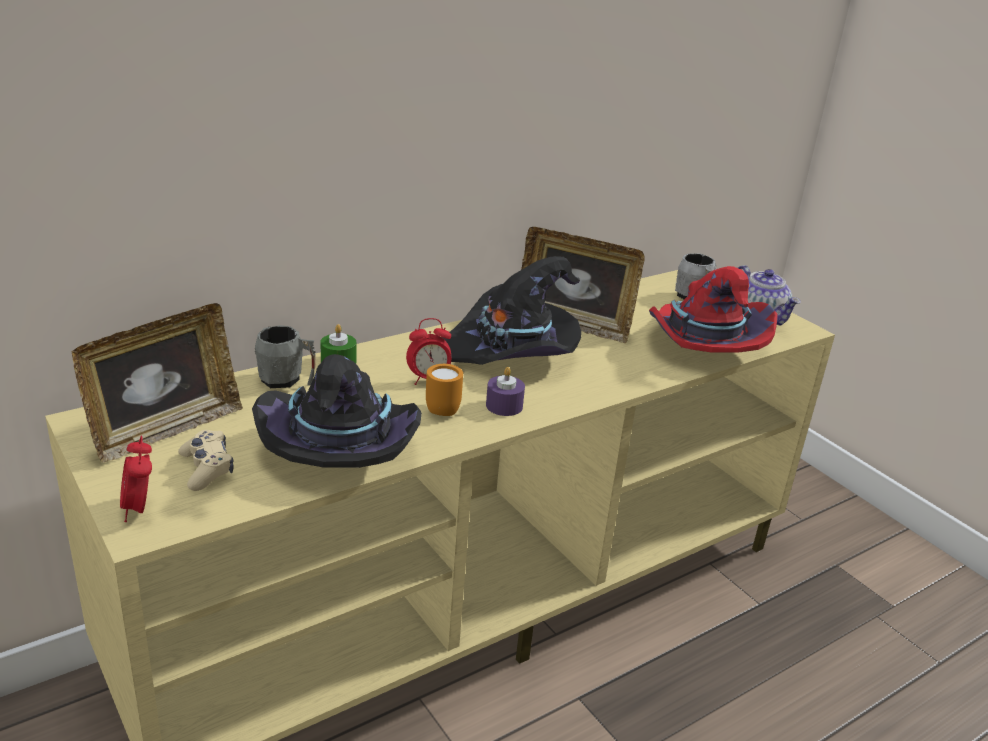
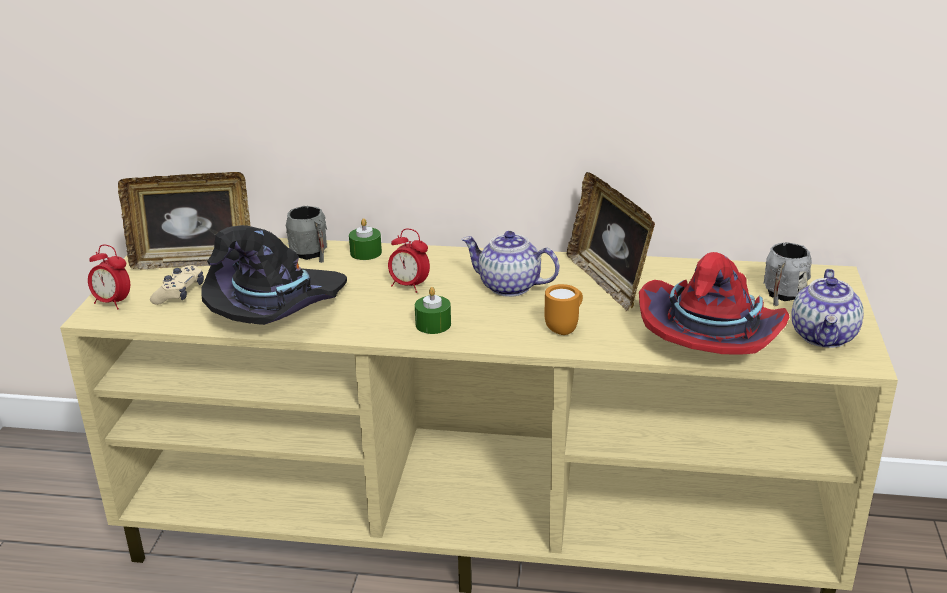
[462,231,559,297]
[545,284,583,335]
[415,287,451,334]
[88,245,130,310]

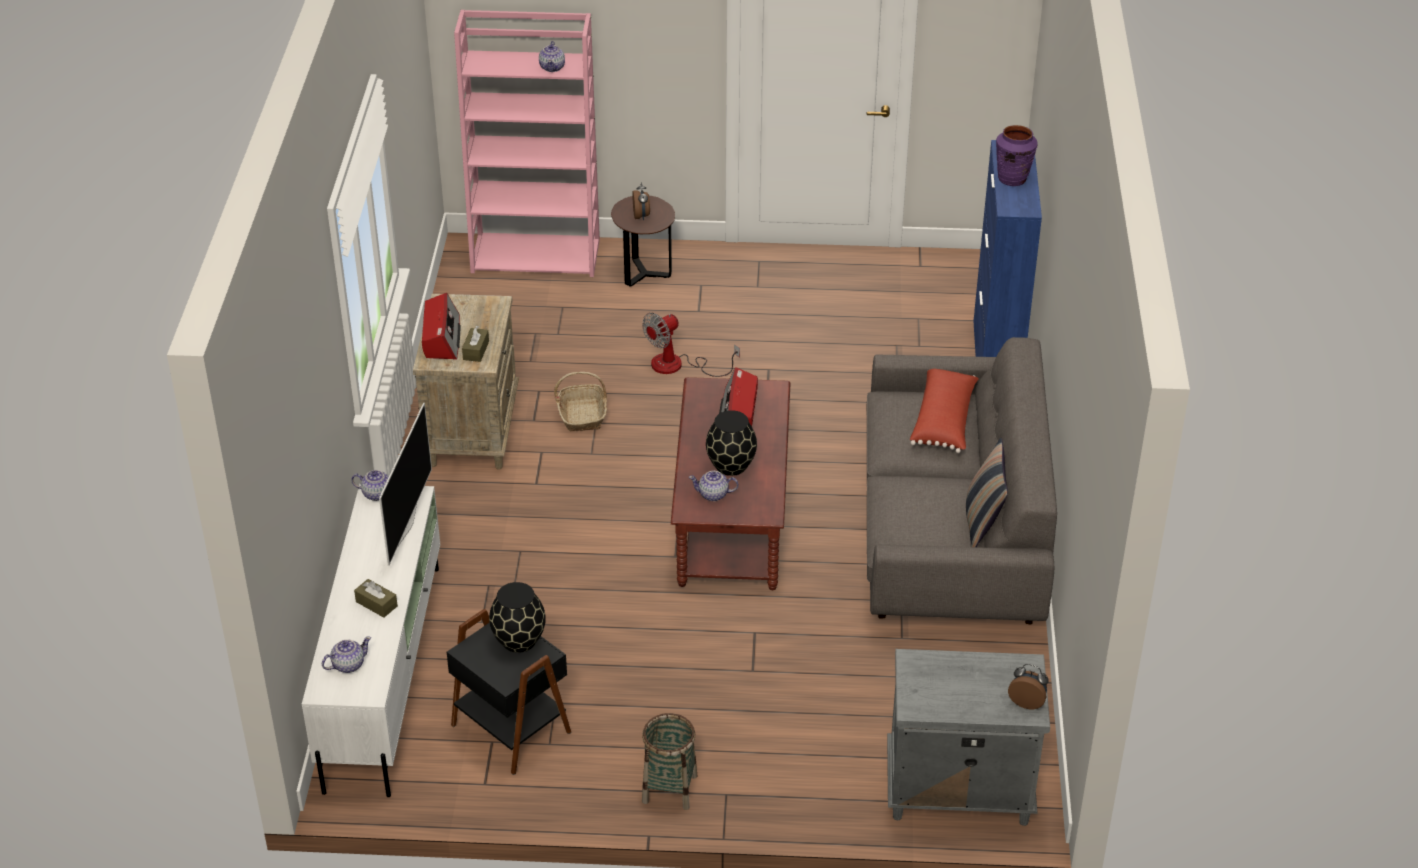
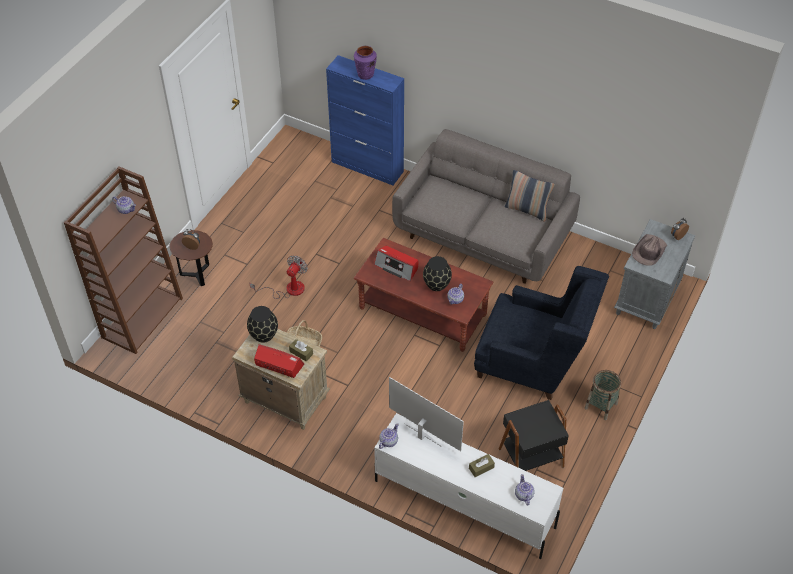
[64,166,183,354]
[250,255,308,299]
[910,369,979,453] (first image)
[247,306,278,343]
[632,234,668,266]
[474,266,609,400]

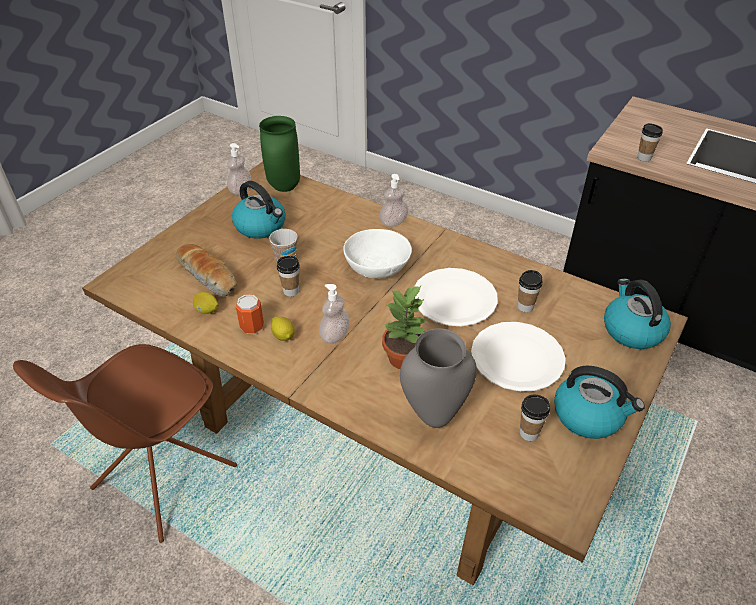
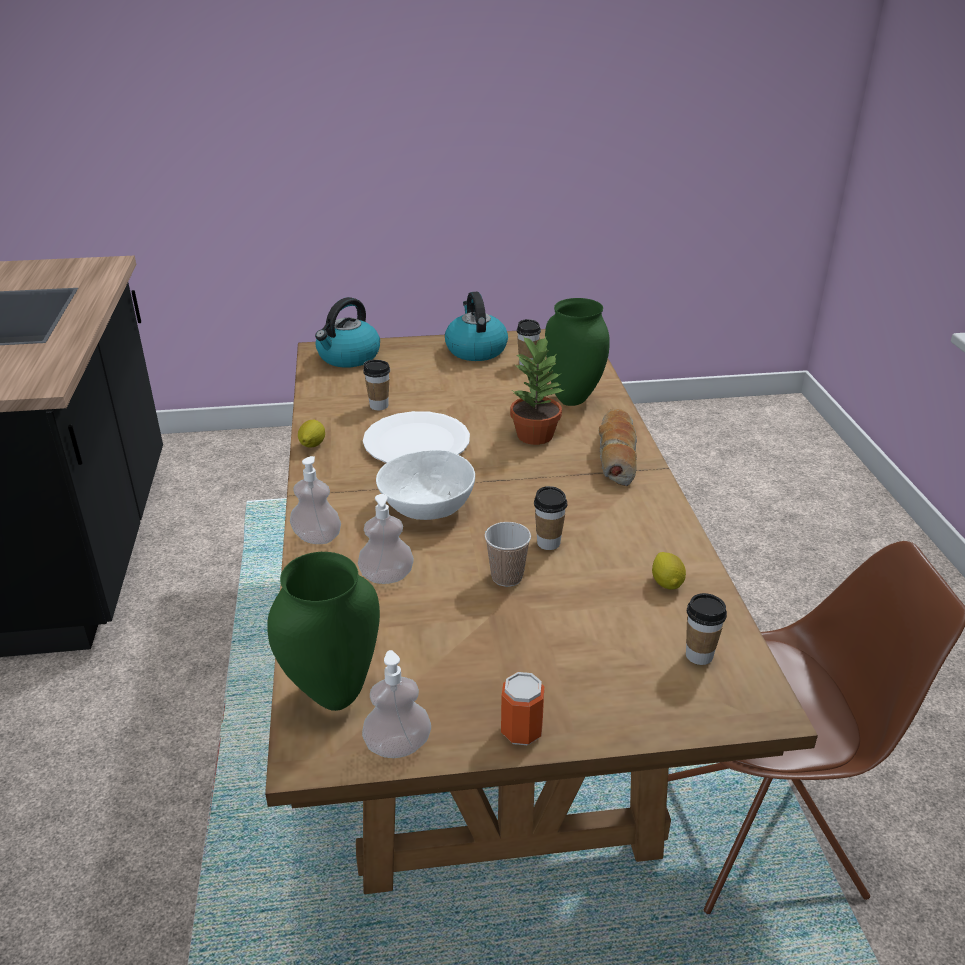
[686,593,727,665]
[232,181,286,239] (first image)
[599,409,637,486]
[358,494,414,584]
[501,672,544,745]
[298,420,325,447]
[471,322,566,392] (first image)
[545,298,610,406]

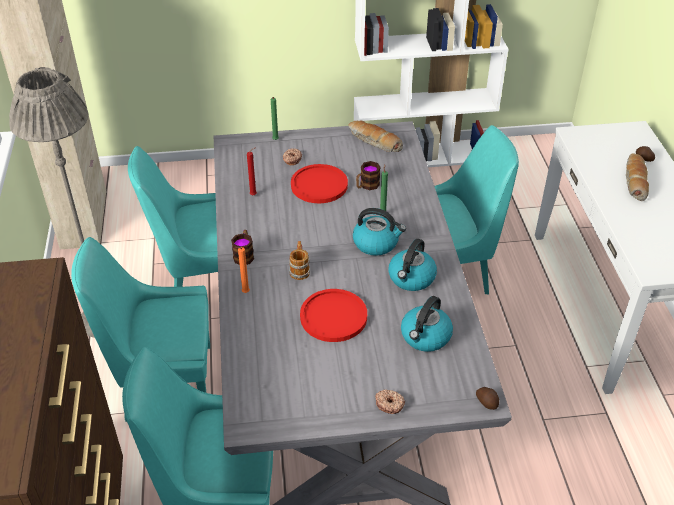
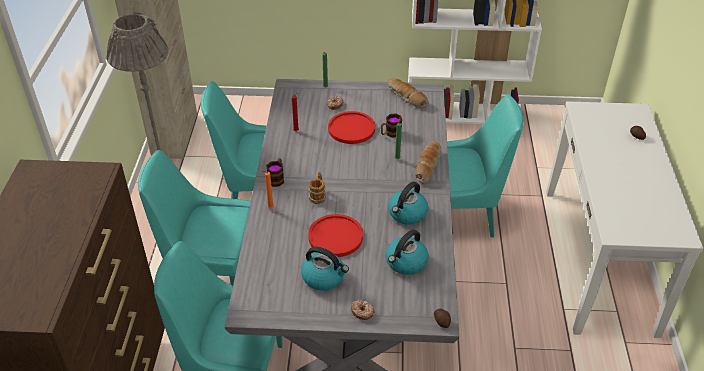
[415,141,441,185]
[301,247,349,291]

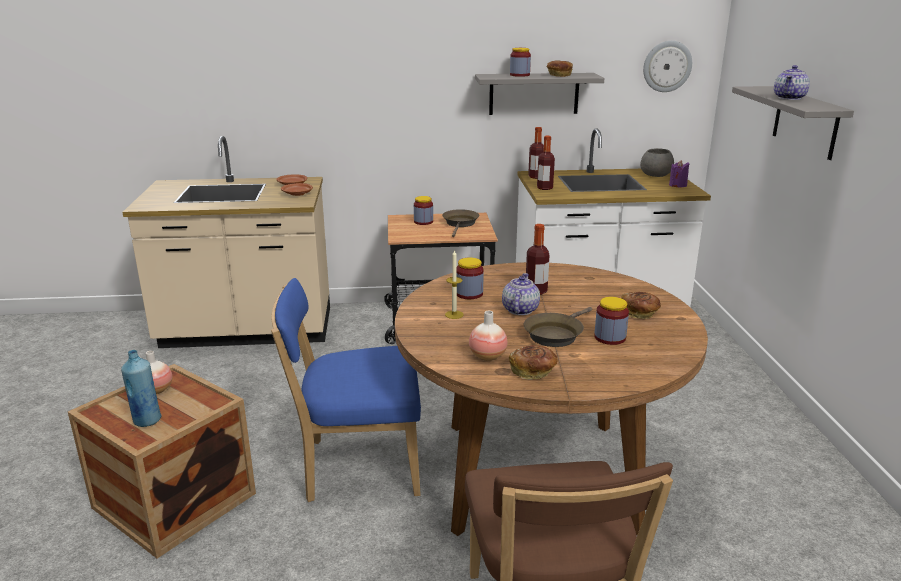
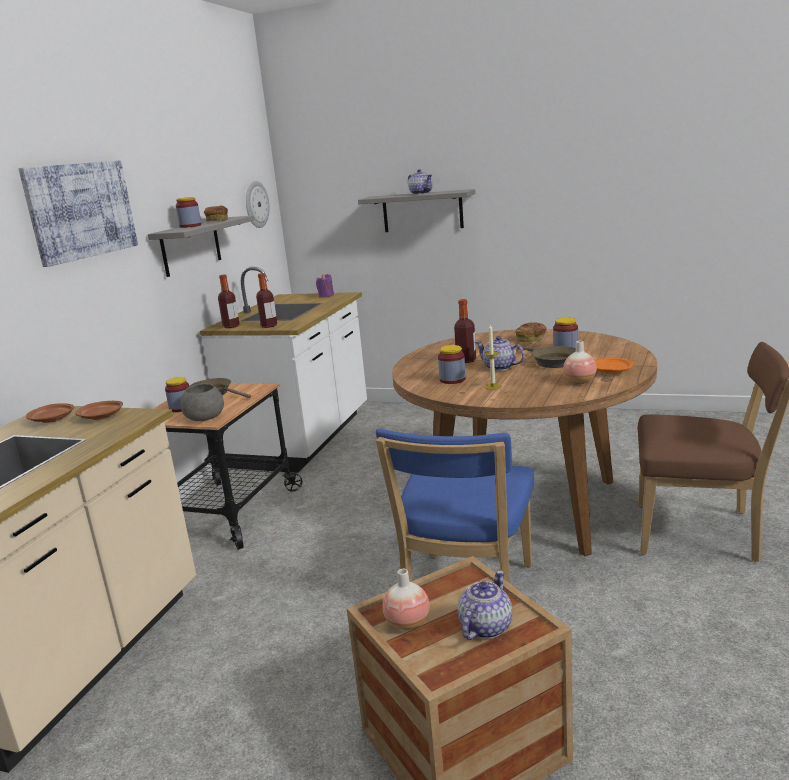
[181,384,224,421]
[595,357,633,374]
[458,571,512,640]
[18,160,138,267]

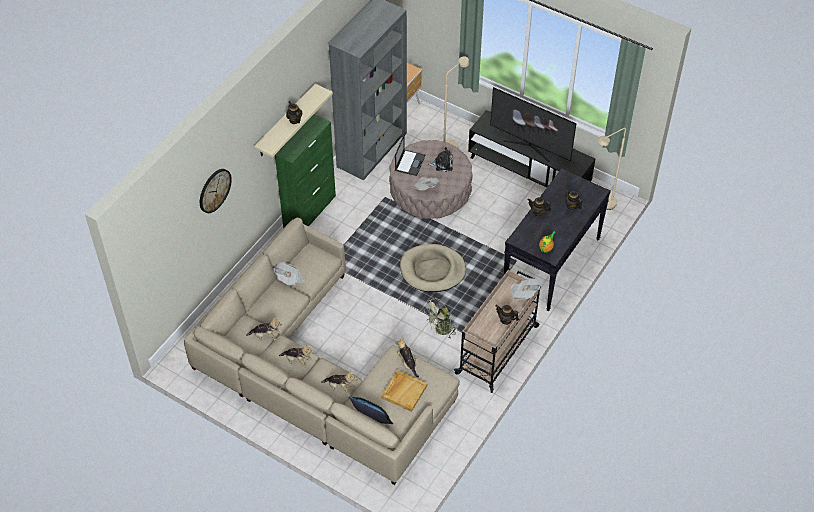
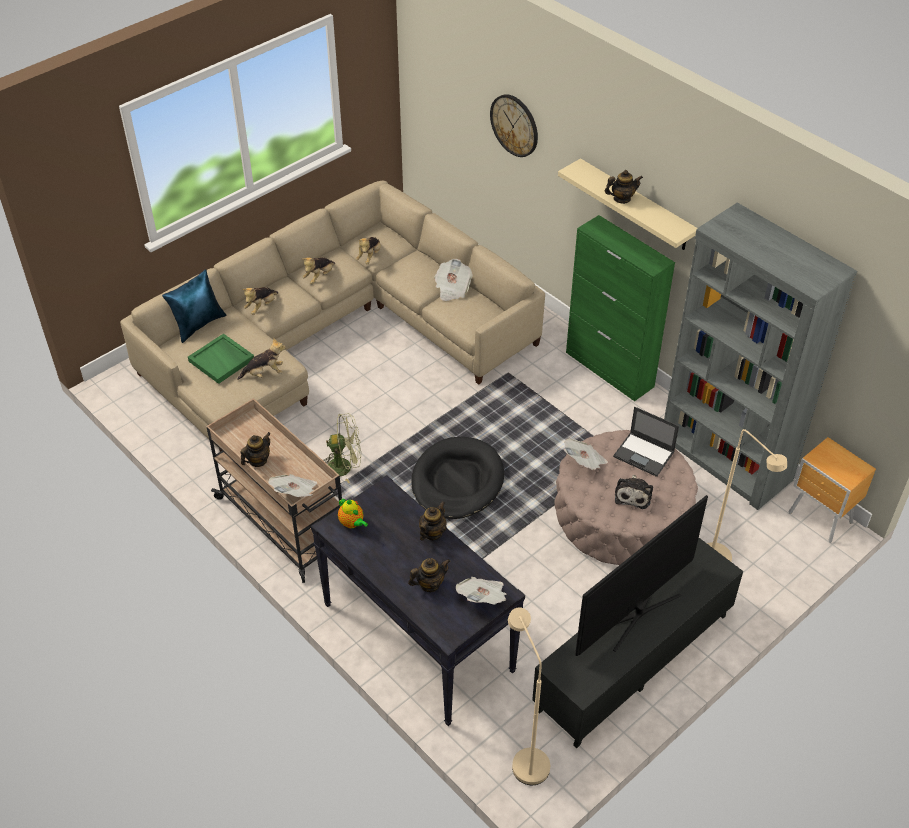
[411,437,504,519]
[323,413,361,483]
[188,333,254,384]
[455,577,506,604]

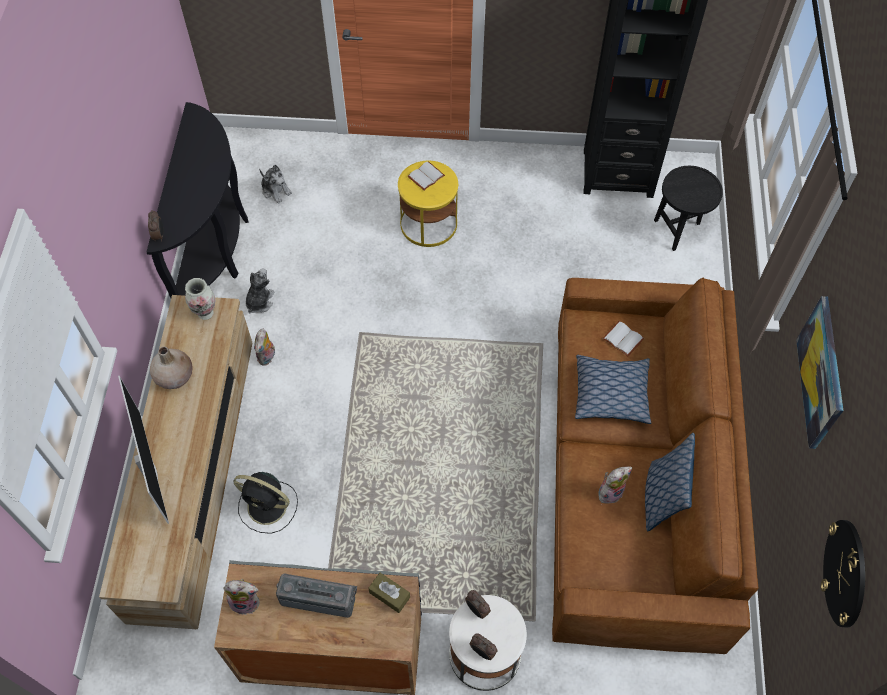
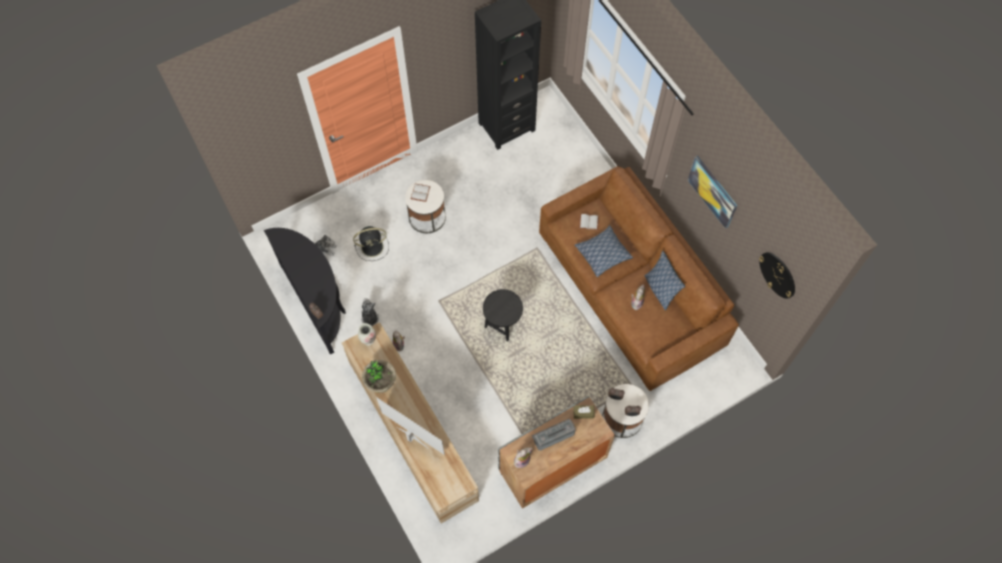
[405,180,446,233]
[483,289,523,341]
[362,360,396,393]
[353,226,389,261]

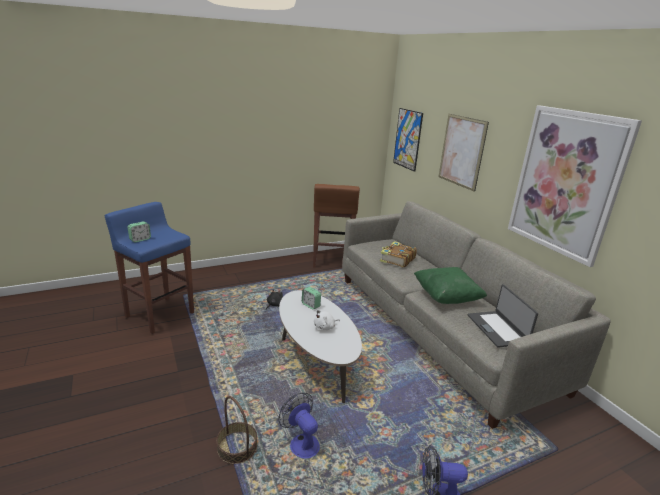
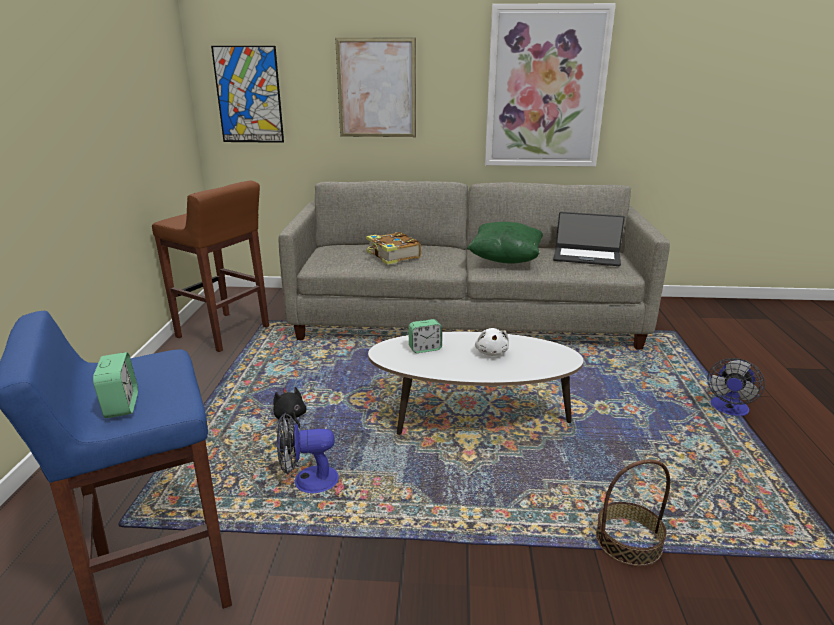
[277,413,339,493]

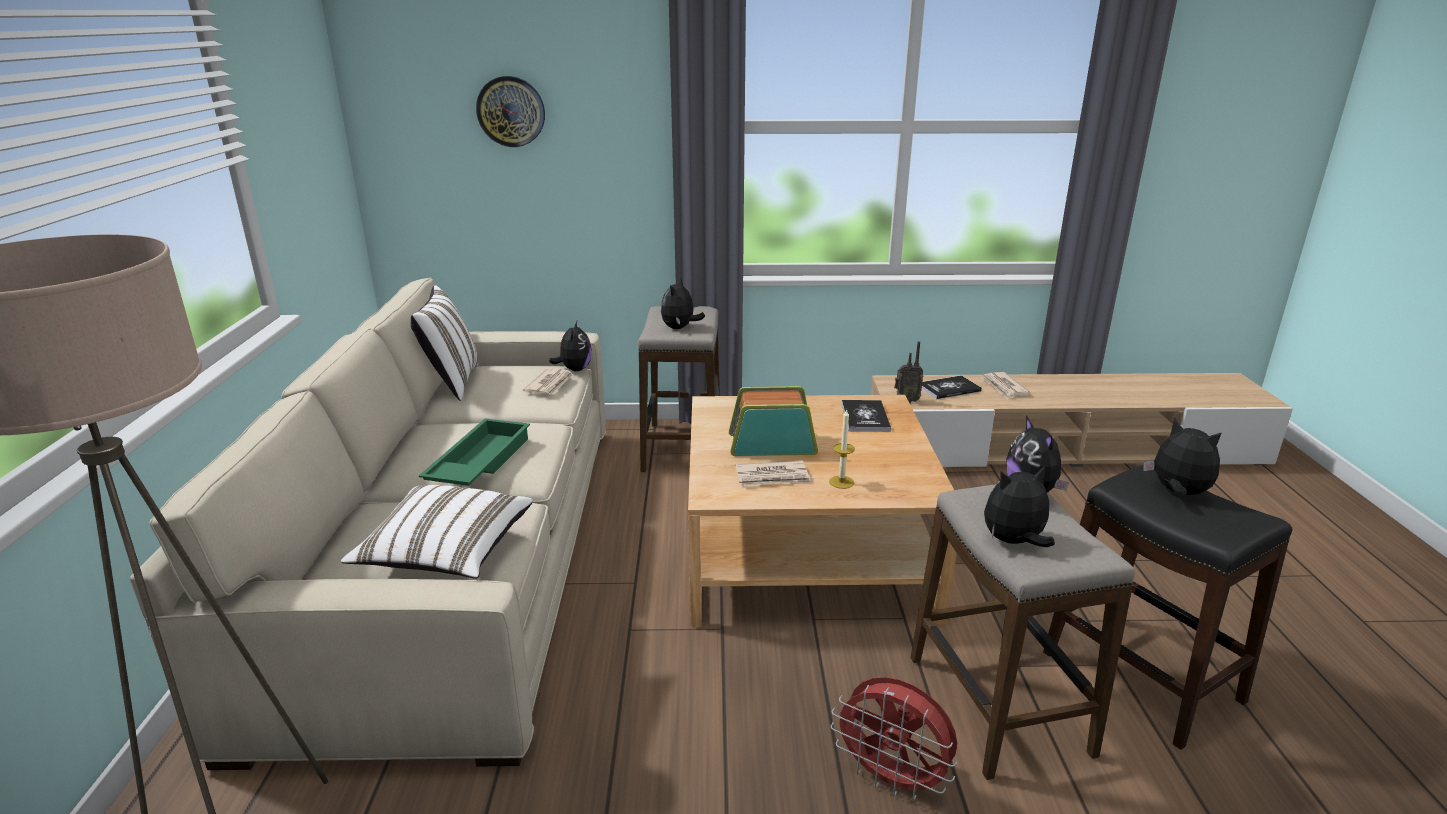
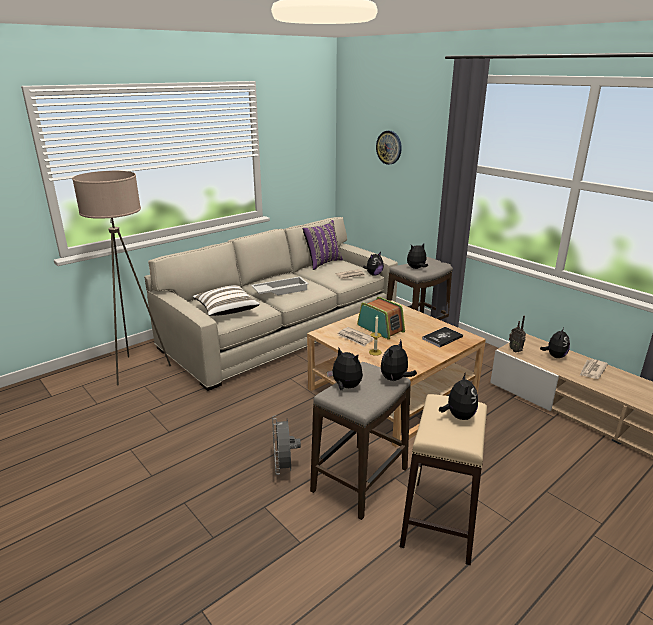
[303,220,343,270]
[540,327,570,358]
[251,277,309,295]
[400,394,487,565]
[272,416,301,475]

